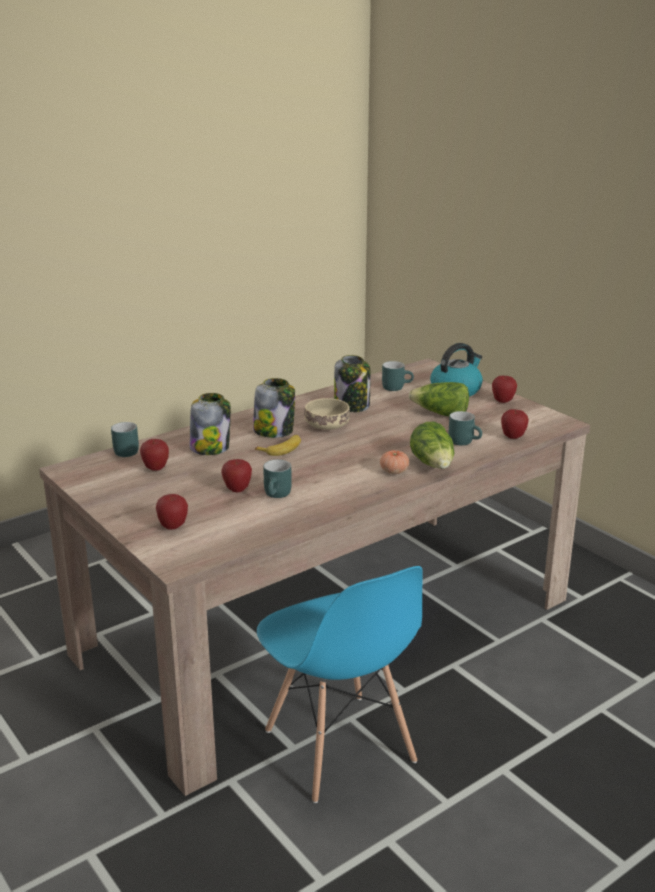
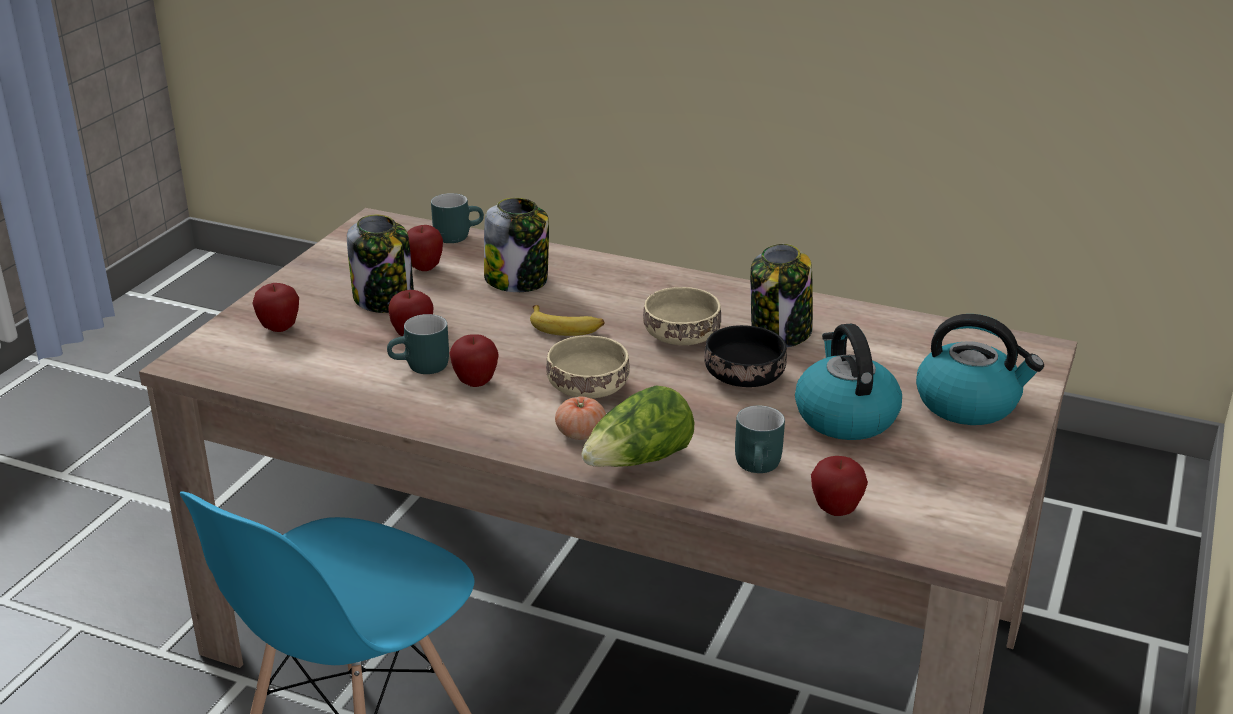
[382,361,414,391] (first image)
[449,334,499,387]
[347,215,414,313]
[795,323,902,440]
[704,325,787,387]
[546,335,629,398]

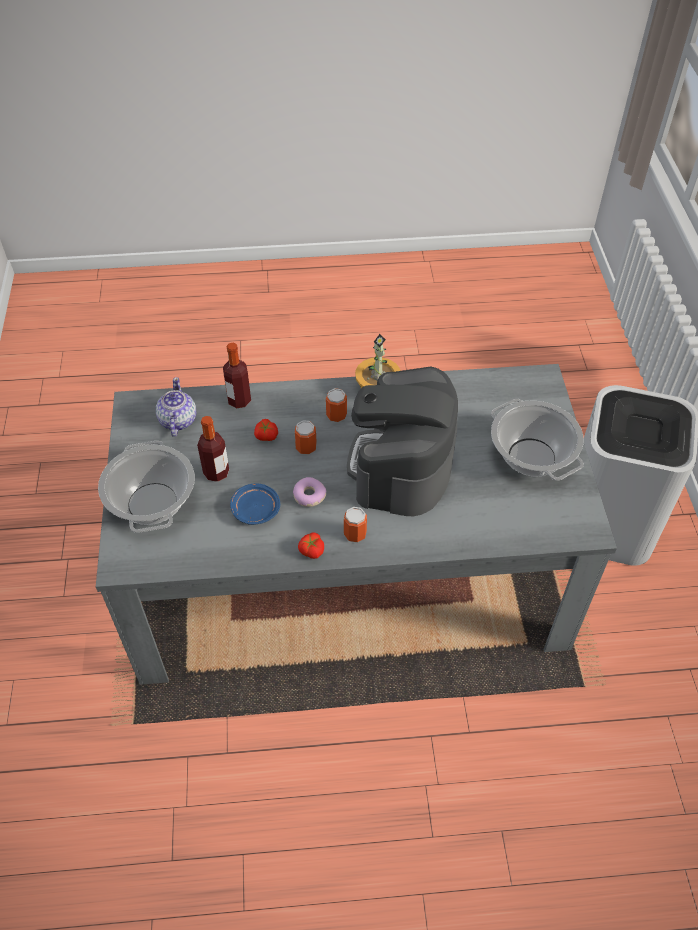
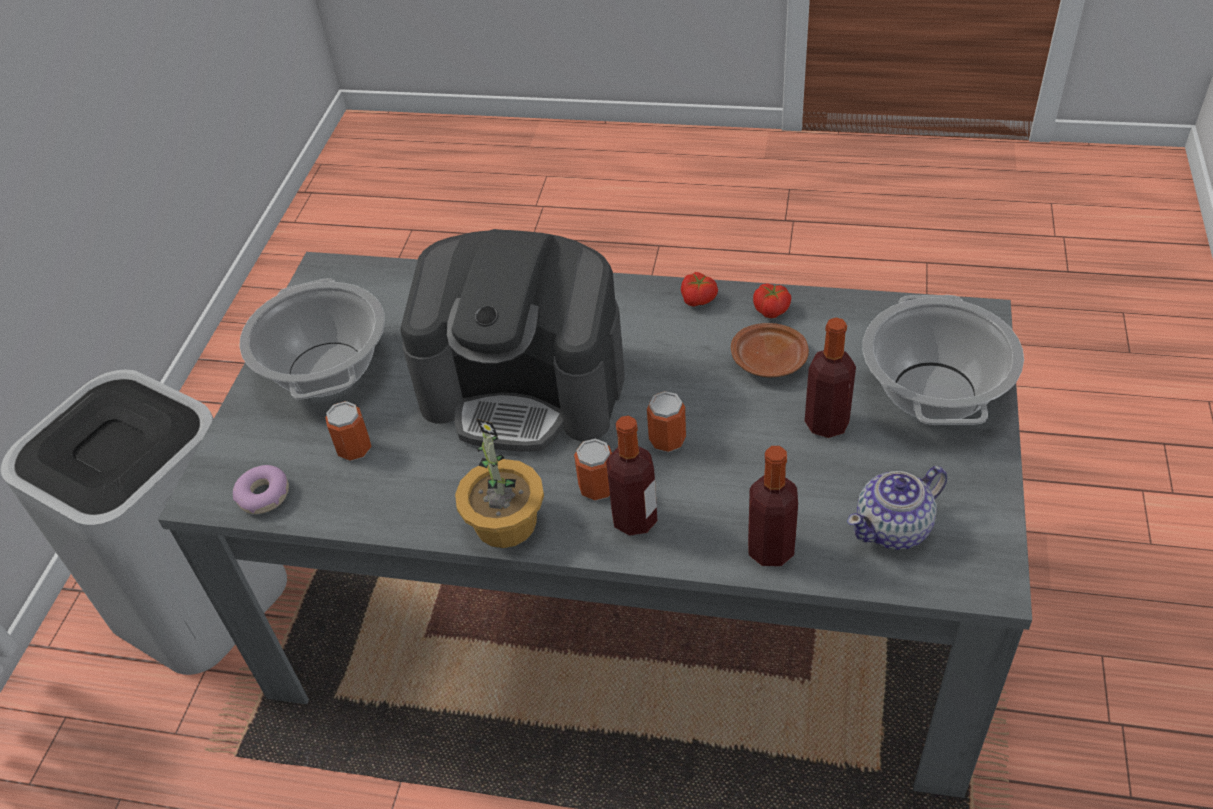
[400,229,625,452]
[847,466,947,550]
[753,283,791,318]
[233,465,289,514]
[731,323,809,377]
[325,401,372,461]
[606,416,657,536]

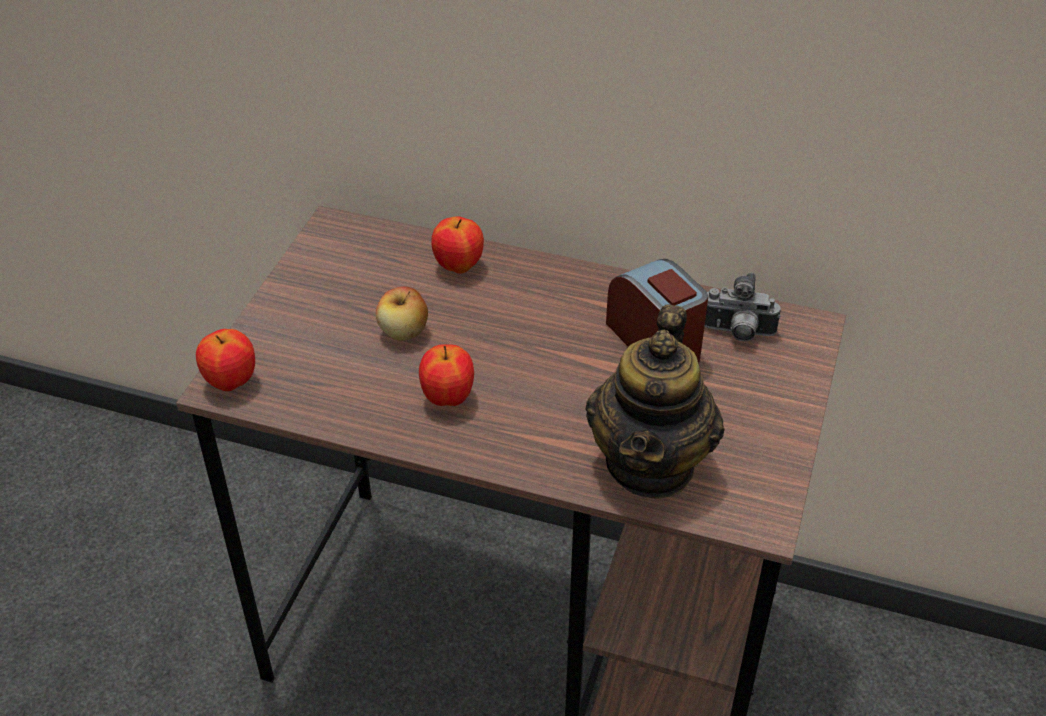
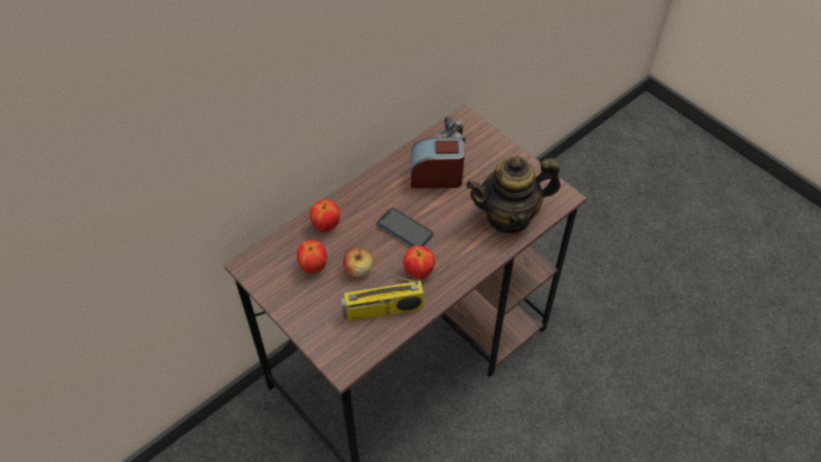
[466,156,561,234]
[297,240,327,273]
[377,208,433,247]
[341,266,424,321]

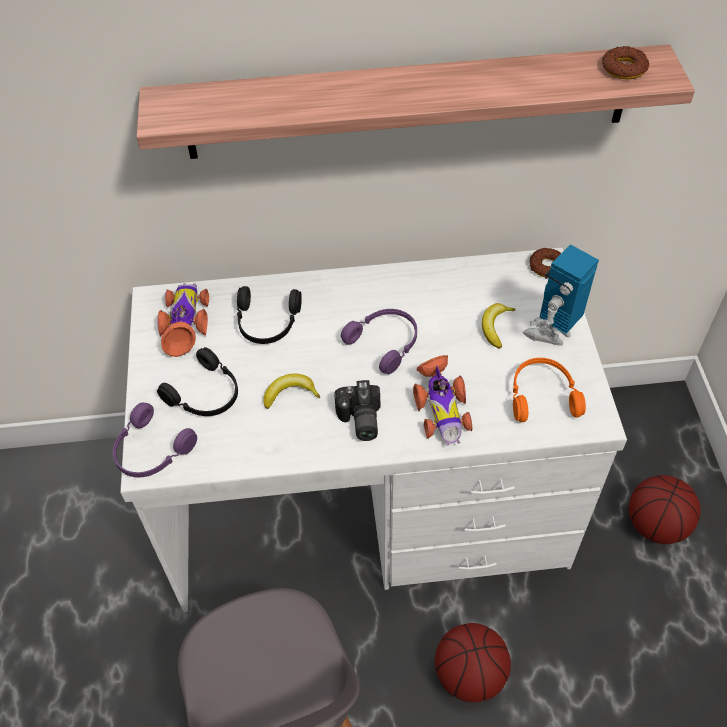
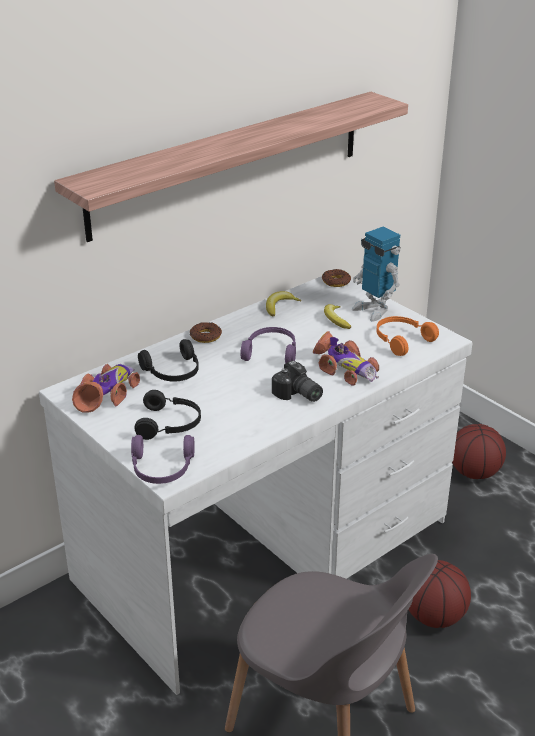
[190,322,222,343]
[352,227,401,322]
[72,364,140,413]
[266,291,301,316]

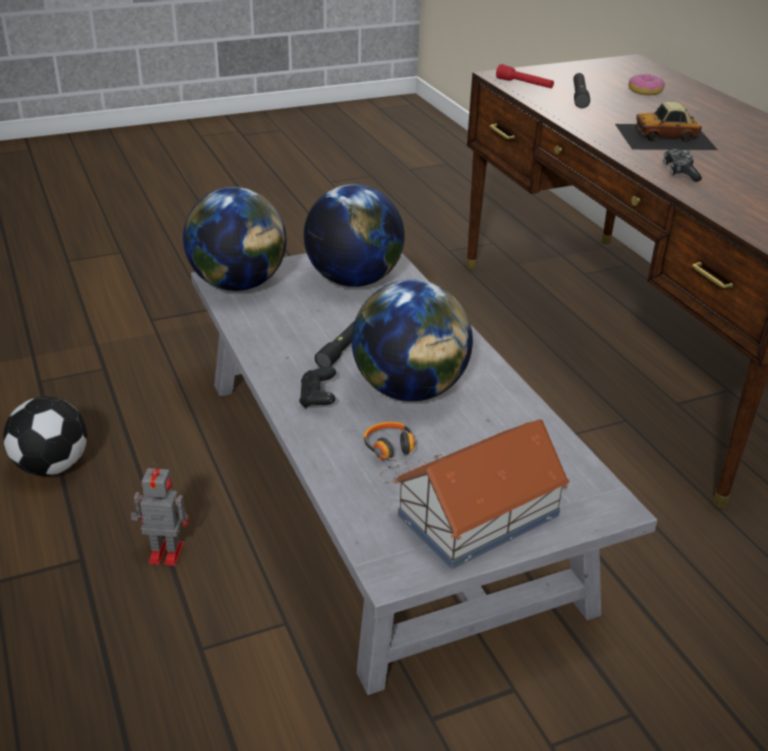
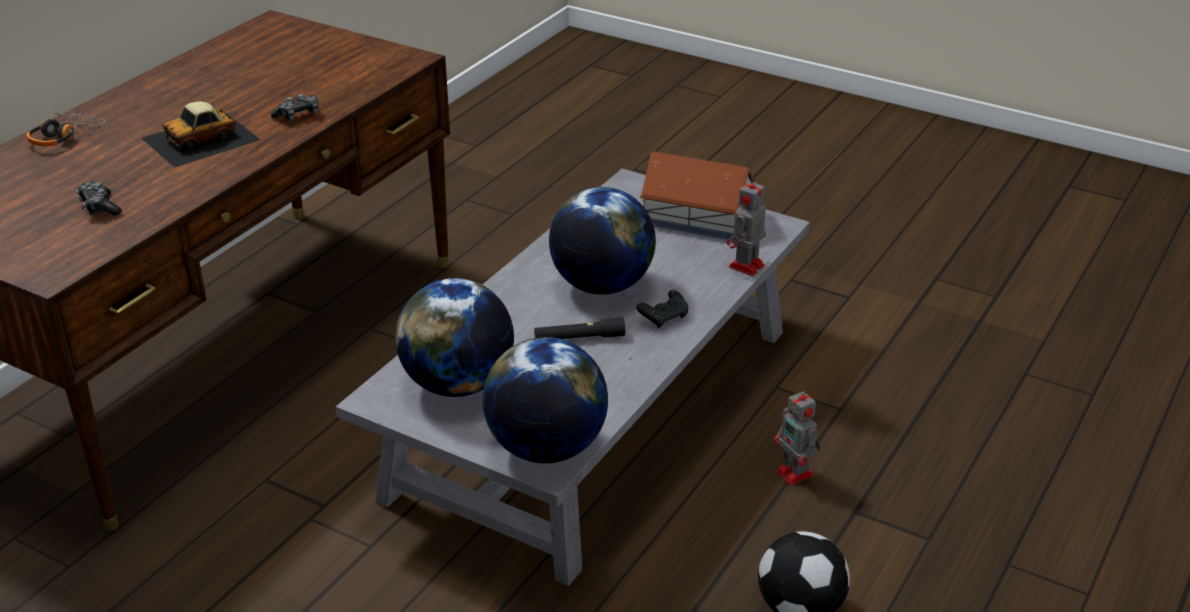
[496,64,554,88] (first image)
[76,182,122,216]
[628,74,665,95] (first image)
[141,101,260,168]
[27,111,105,146]
[727,175,766,276]

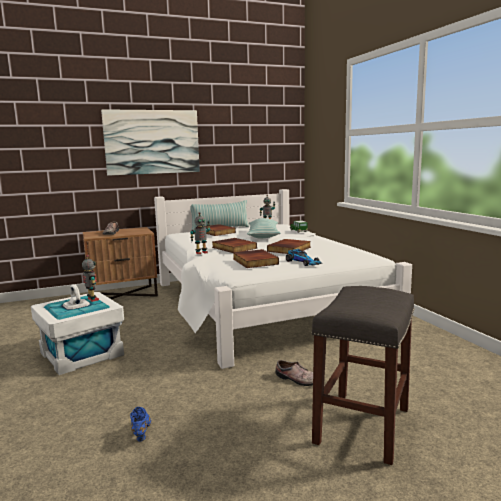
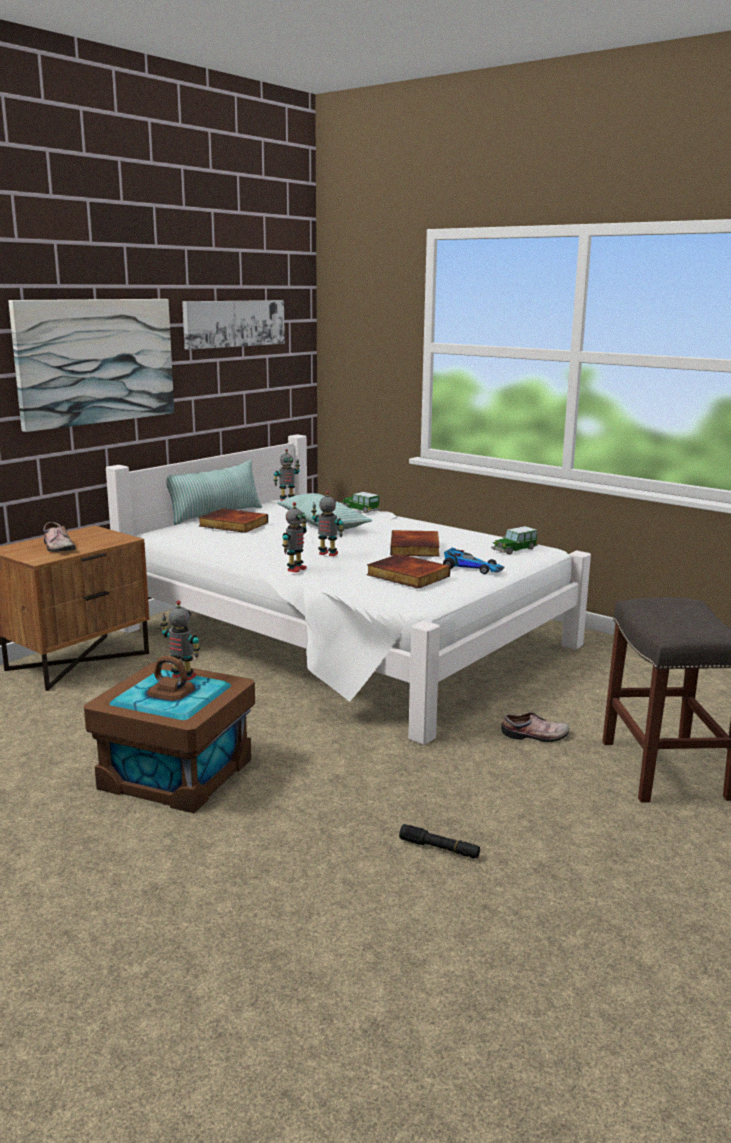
[311,491,344,556]
[84,656,255,813]
[399,824,480,859]
[182,300,285,350]
[491,526,538,555]

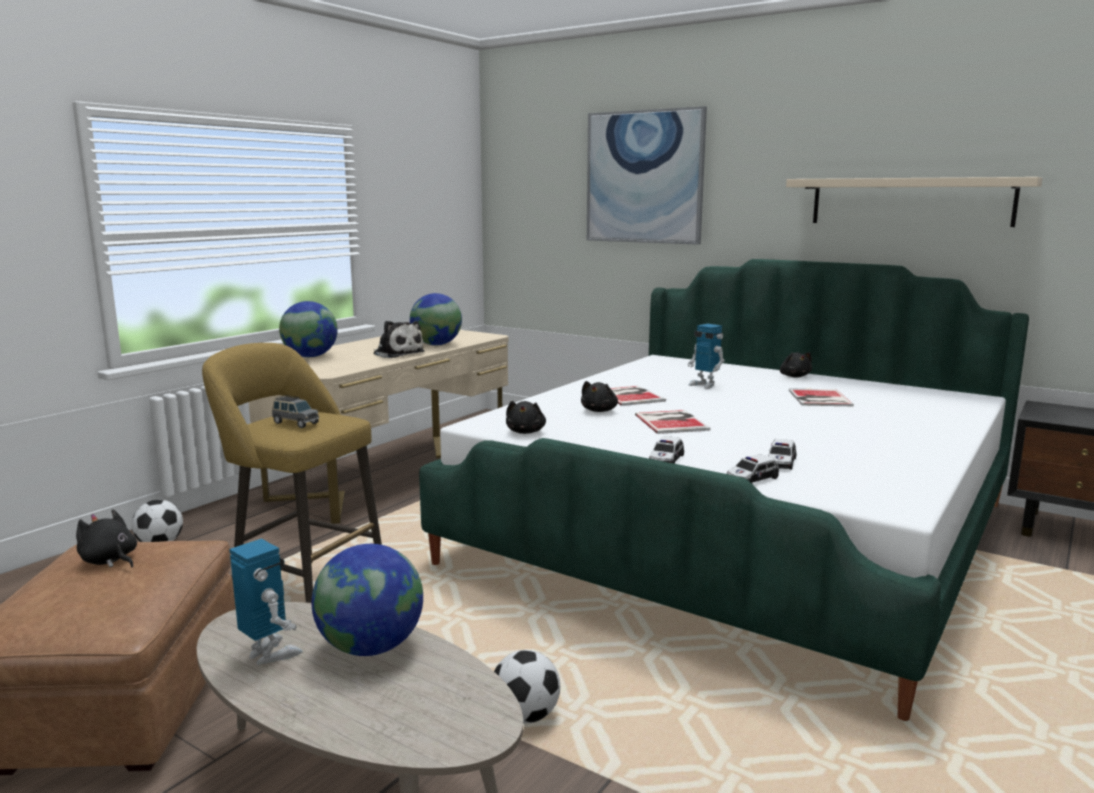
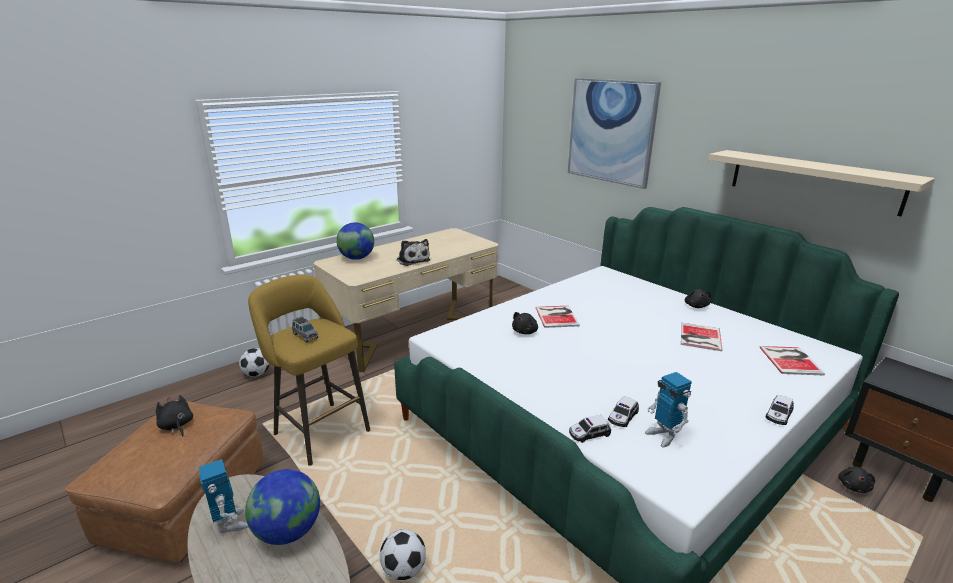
[410,293,462,345] (first image)
[645,372,692,448]
[838,467,875,493]
[759,346,825,376]
[765,395,794,425]

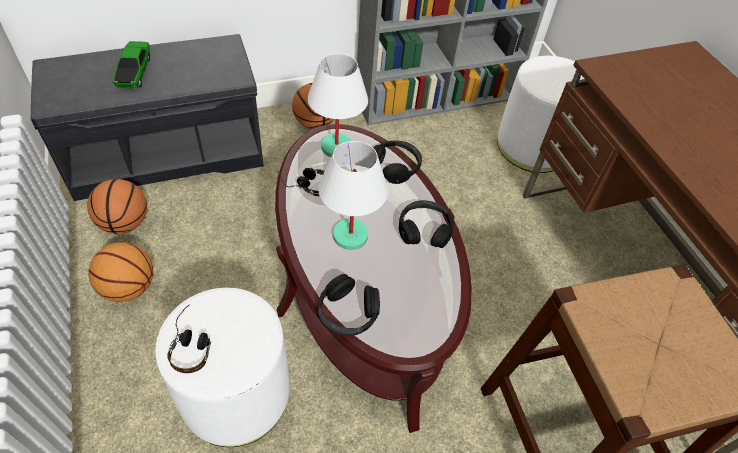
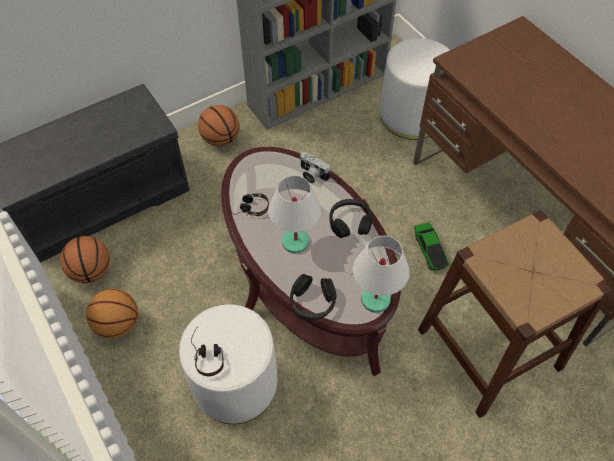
[414,222,449,270]
[353,236,410,313]
[300,152,330,184]

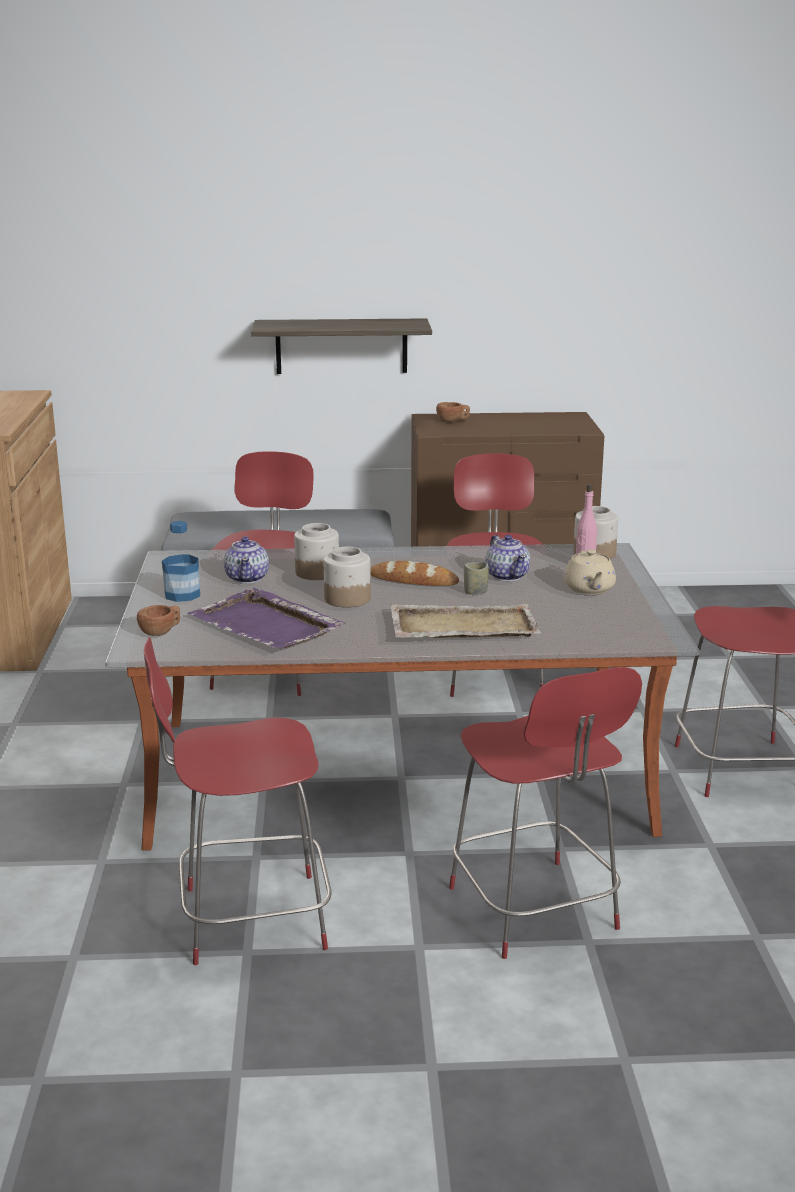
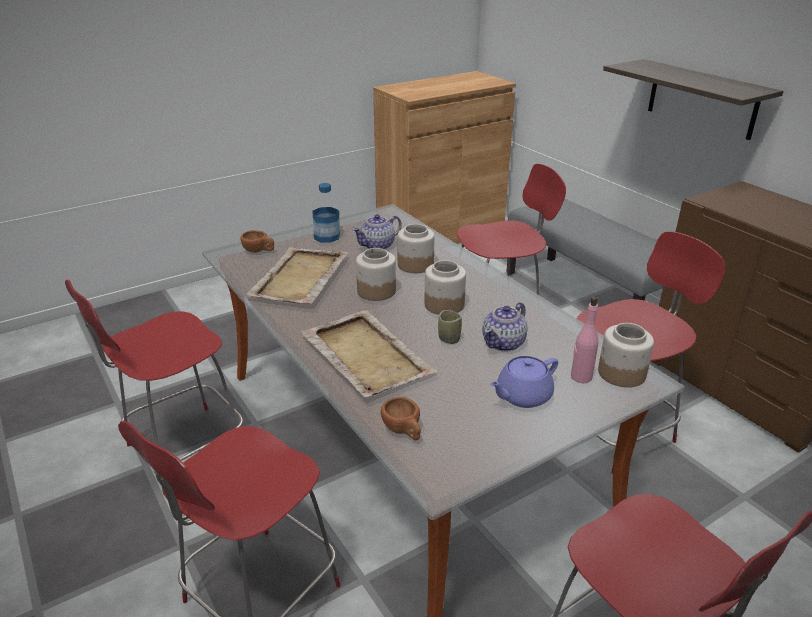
[381,397,421,440]
[490,356,558,408]
[425,260,466,314]
[246,247,348,304]
[65,280,243,464]

